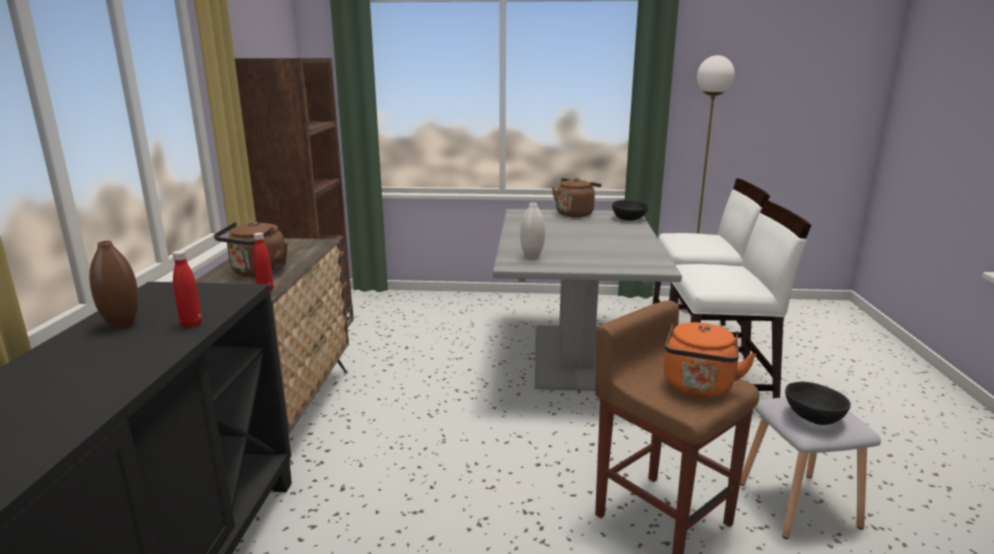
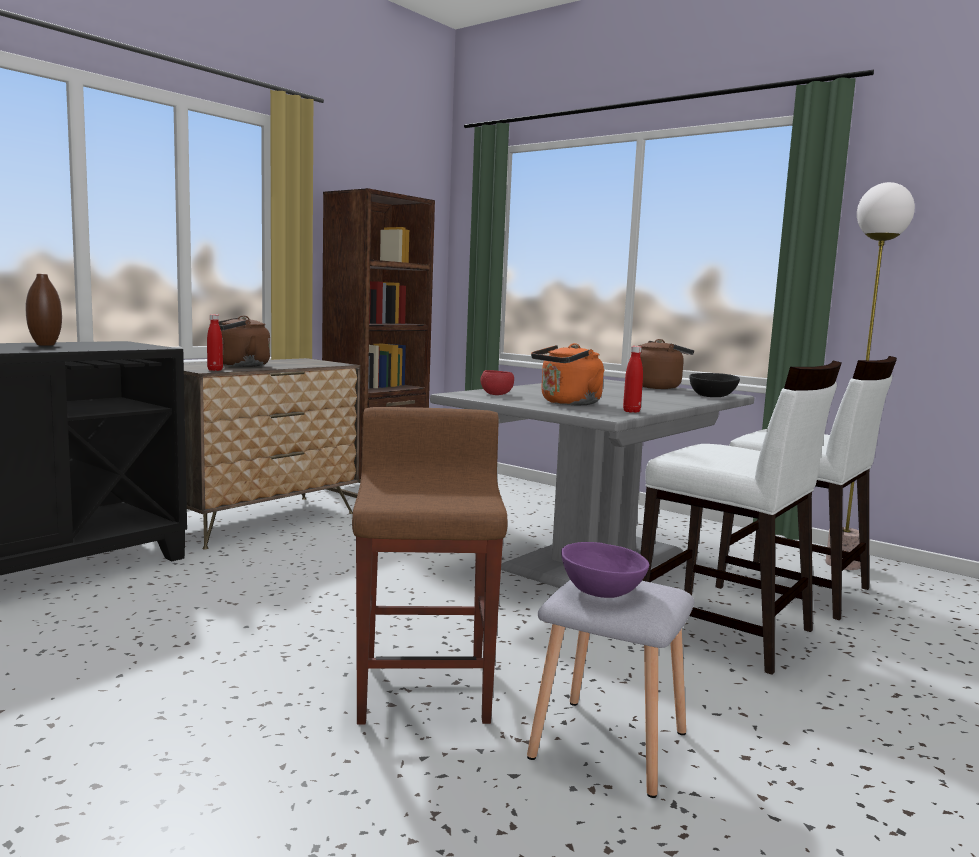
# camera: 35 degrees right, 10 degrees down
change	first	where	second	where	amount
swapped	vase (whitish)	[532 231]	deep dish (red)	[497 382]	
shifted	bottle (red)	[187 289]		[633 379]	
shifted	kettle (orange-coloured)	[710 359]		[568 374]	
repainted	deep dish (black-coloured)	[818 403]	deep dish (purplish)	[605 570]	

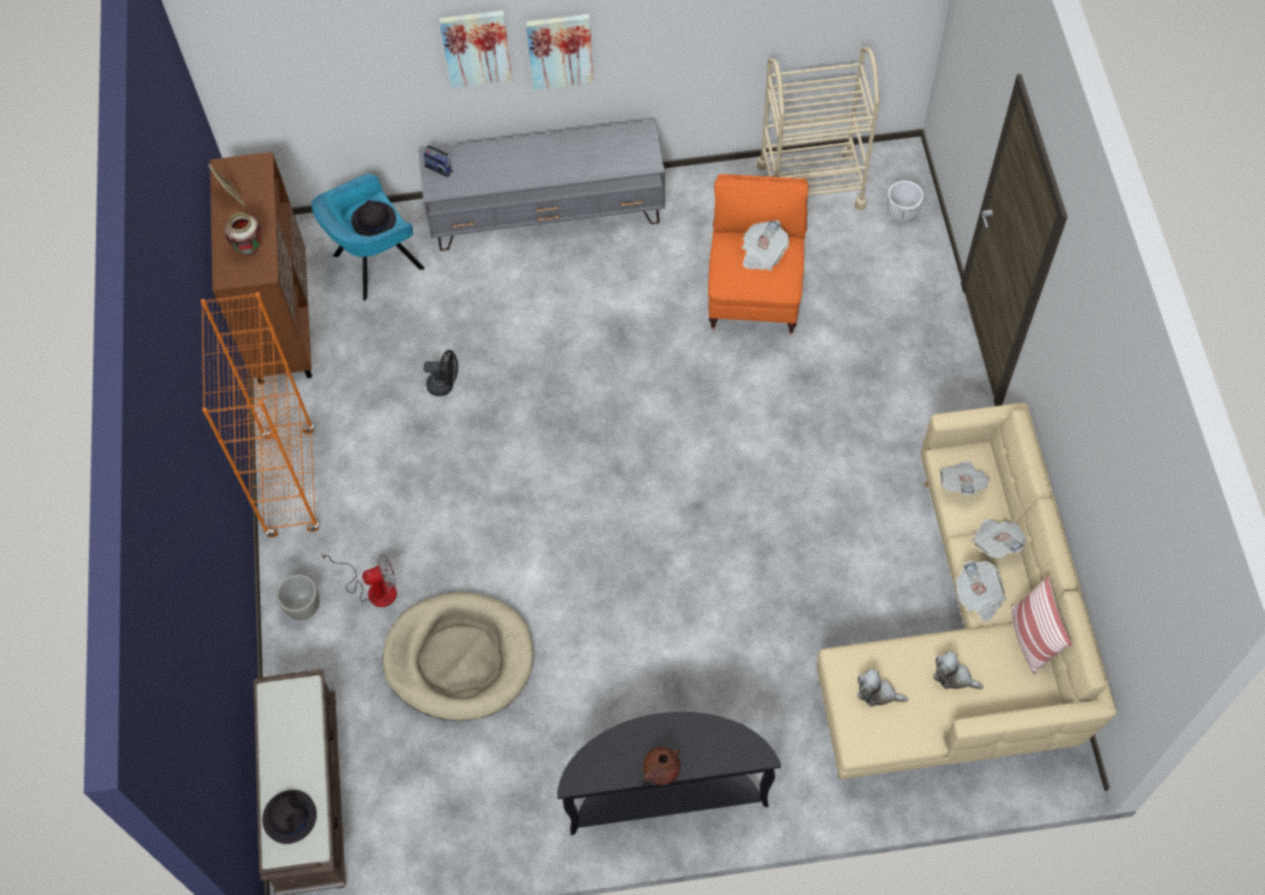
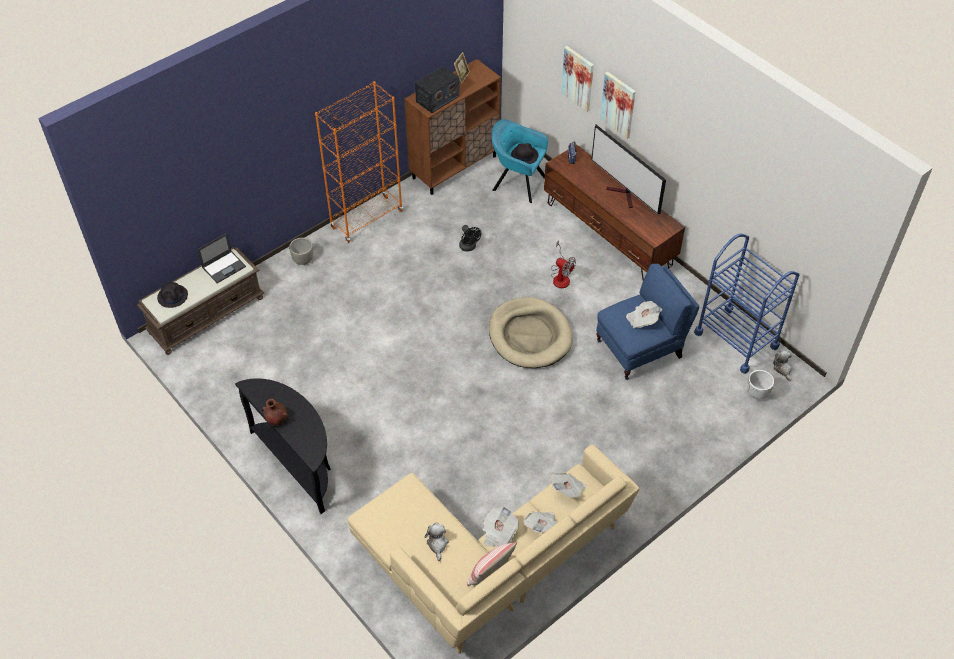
# camera: 55 degrees right, 10 degrees down
change	first	where	second	where	amount
shifted	picture	[560 52]		[577 79]	
repainted	trolley (sand-coloured)	[818 128]	trolley (blue)	[746 303]	
repainted	tv stand (greyish)	[541 185]	tv stand (brownish)	[614 212]	
repainted	armchair (orange-coloured)	[758 254]	armchair (blue)	[647 321]	
swapped	vase	[243 234]	radio set	[437 89]	
shifted	electric fan	[359 579]		[563 264]	
shifted	pet bed (sand-coloured)	[458 656]		[531 332]	
shifted	cuddly toy	[883 688]		[782 365]	
new			TV set	[629 169]	
new			portable computer	[221 258]	

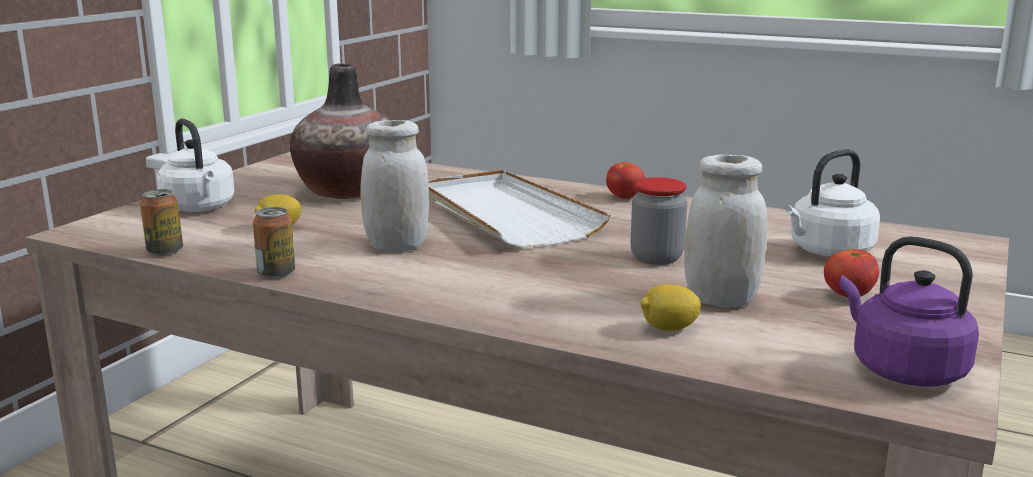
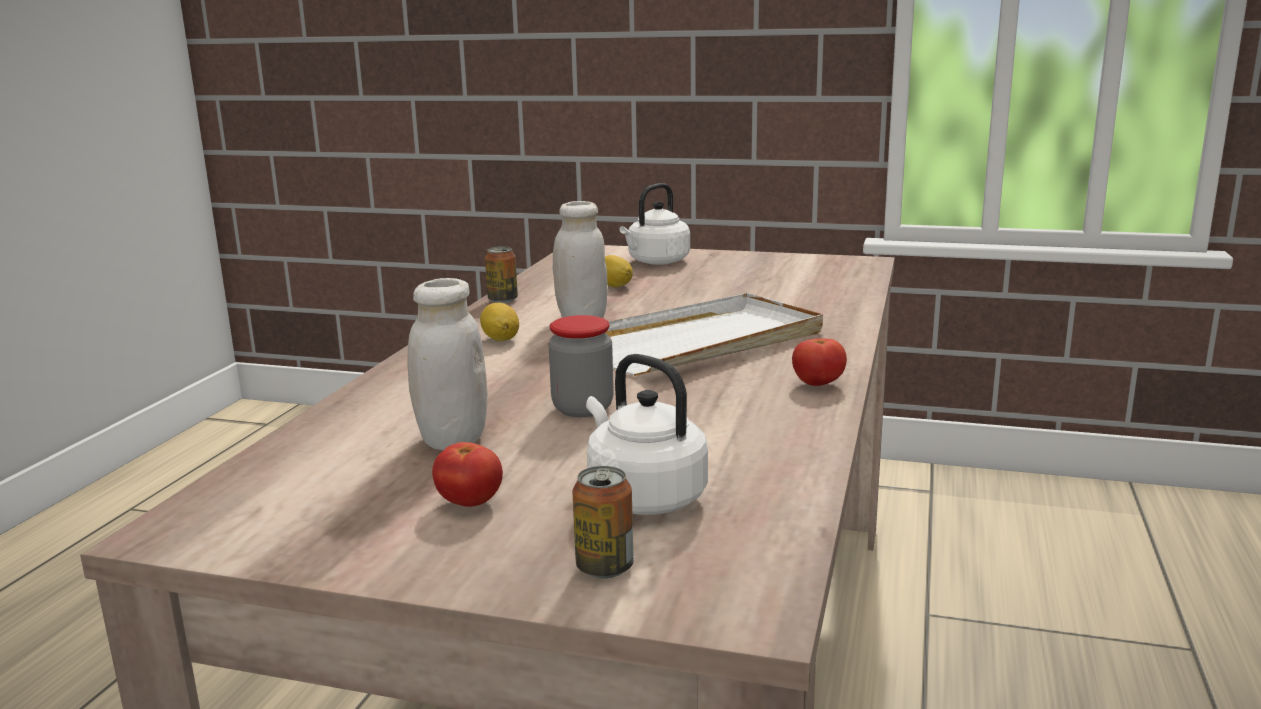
# camera: 80 degrees right, 0 degrees up
change	first	where	second	where	amount
gone	vase	[340 131]			
shifted	can	[161 222]		[603 522]	
gone	kettle (purplish)	[909 311]			
shifted	whole lemon	[671 308]		[499 322]	

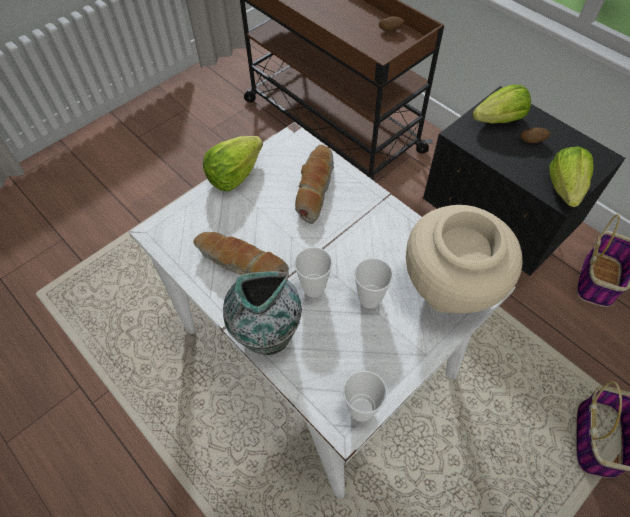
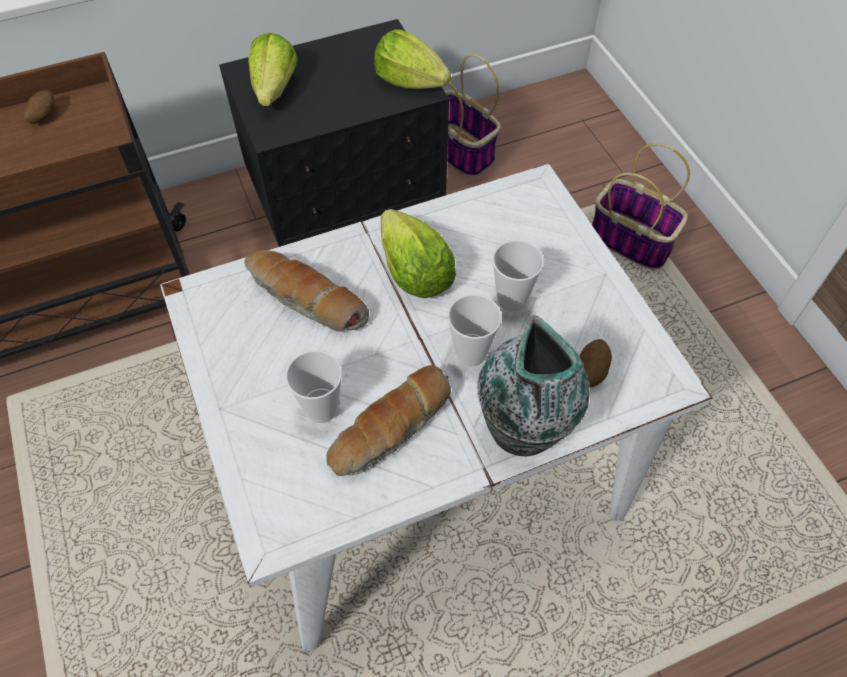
# camera: 70 degrees left, 0 degrees up
change	first	where	second	where	amount
shifted	spud	[535 135]		[595 363]	
shifted	head of lettuce	[233 164]		[418 253]	
gone	vase (sand-coloured)	[464 259]			
shifted	cup	[365 396]		[314 386]	

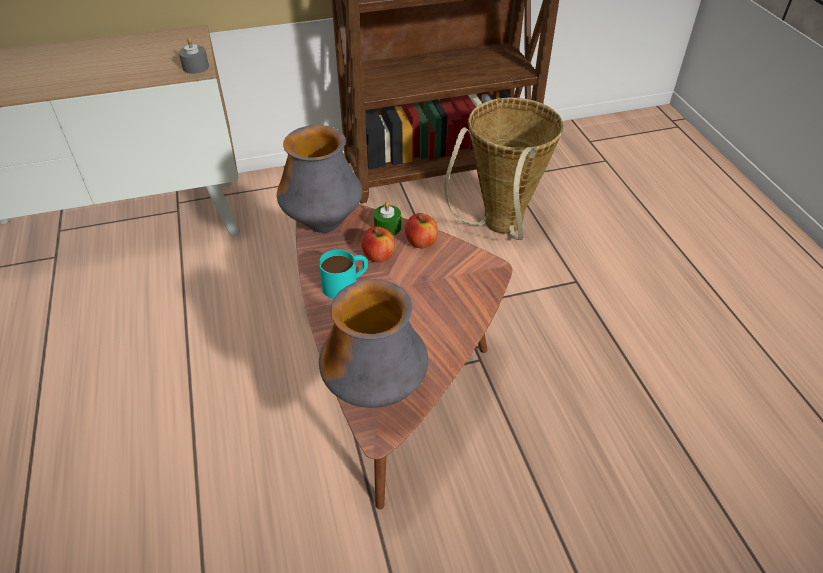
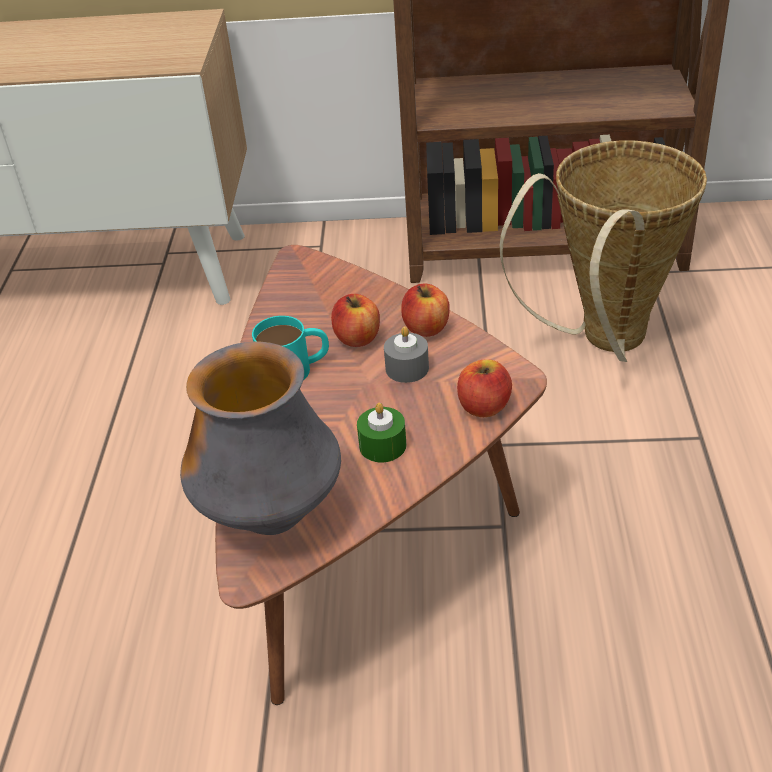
# camera: 20 degrees right, 5 degrees down
change	first	where	second	where	amount
shifted	candle (greyish)	[194 55]		[406 354]	
gone	vase	[319 179]			
shifted	candle (greenish)	[387 219]		[381 432]	
new			apple fruit	[484 388]	

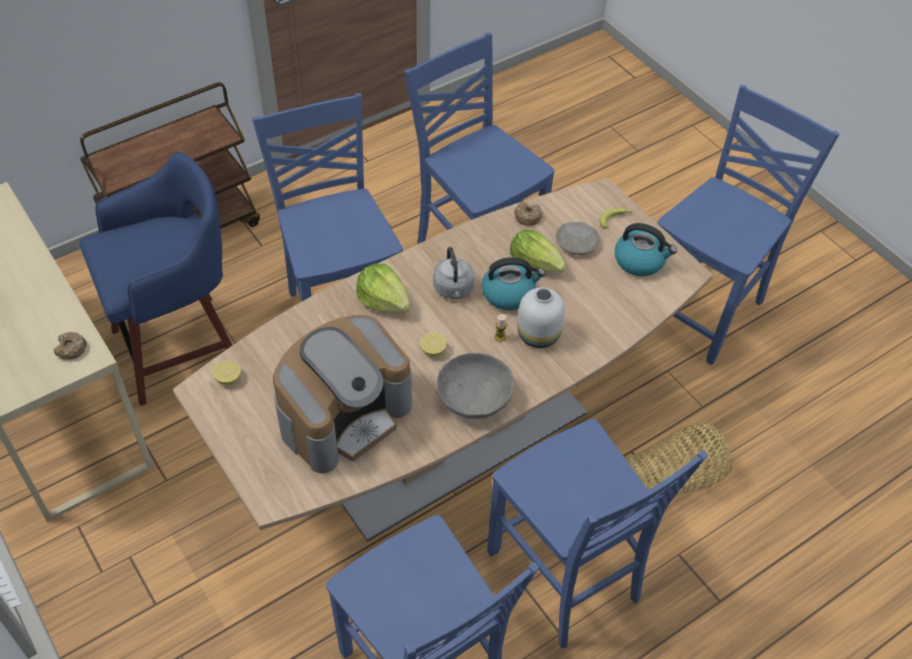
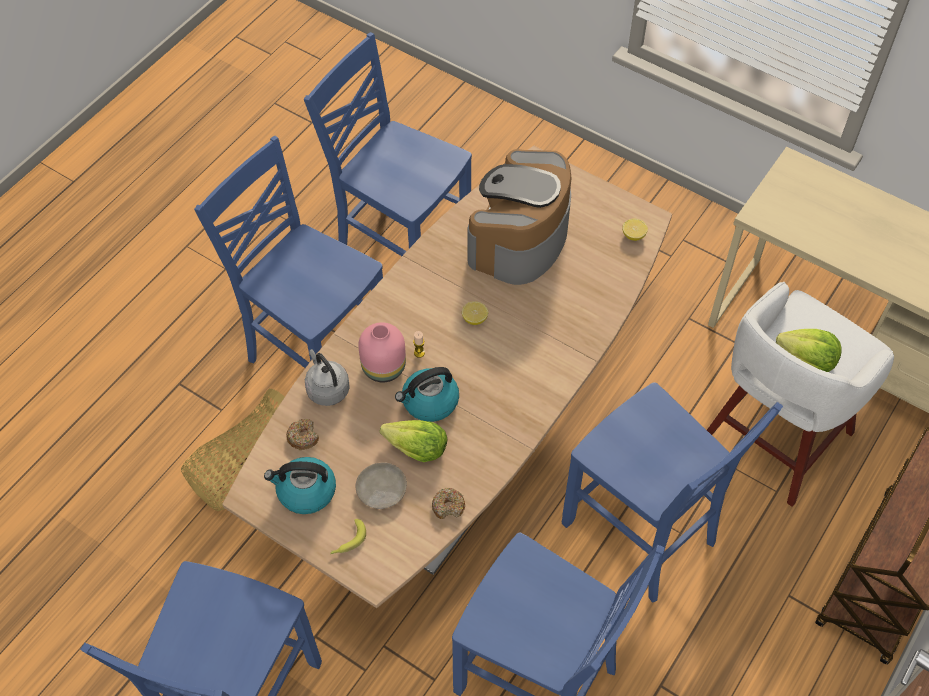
# camera: 160 degrees right, 5 degrees up
change	first	where	second	where	amount
repainted	stool (blue)	[155 279]	stool (whitish)	[800 394]	
shifted	kettle (greyish)	[454 273]		[327 377]	
shifted	head of lettuce	[383 287]		[809 350]	
repainted	vase (whitish)	[541 318]	vase (pinkish)	[382 352]	
shifted	doughnut	[70 346]		[302 434]	
gone	deep dish (greyish)	[475 386]			

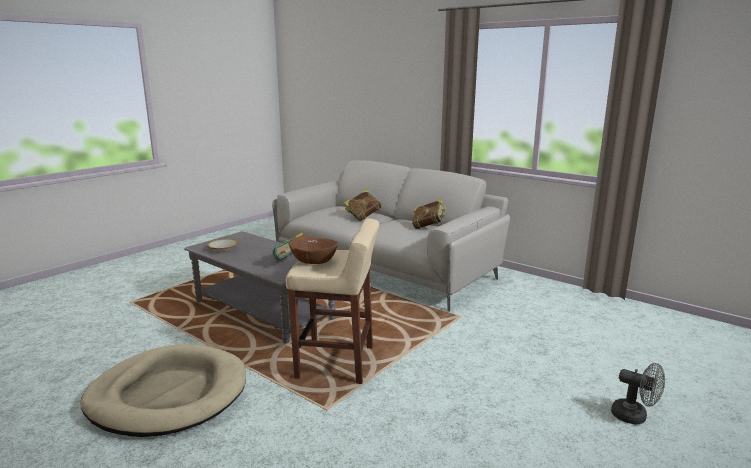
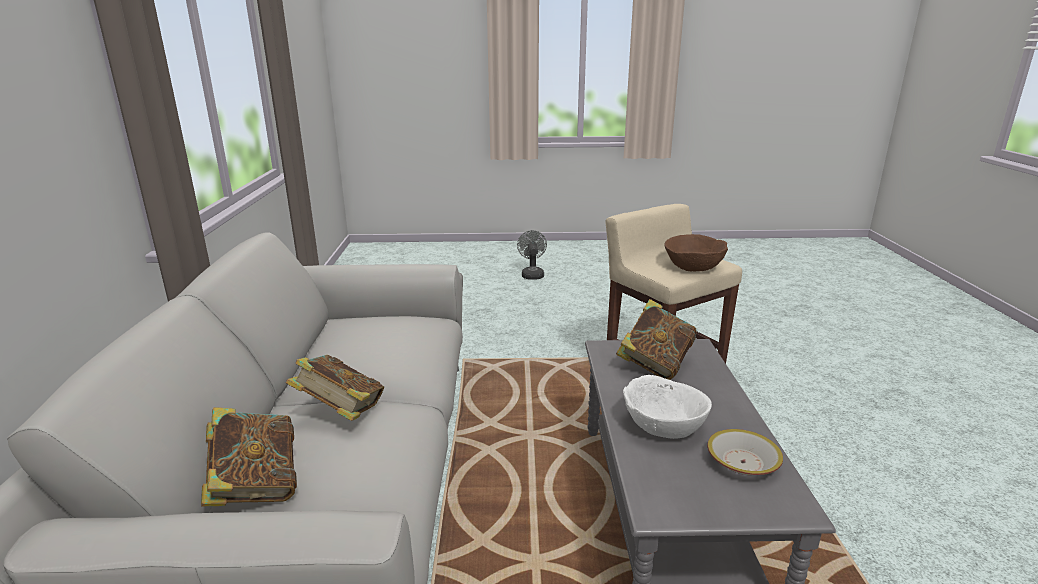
# camera: 130 degrees left, 5 degrees up
change	first	where	second	where	amount
shifted	bound book	[429 214]		[249 456]	
gone	pet bed (sand-coloured)	[163 390]			
new			deep dish (whitish)	[667 407]	

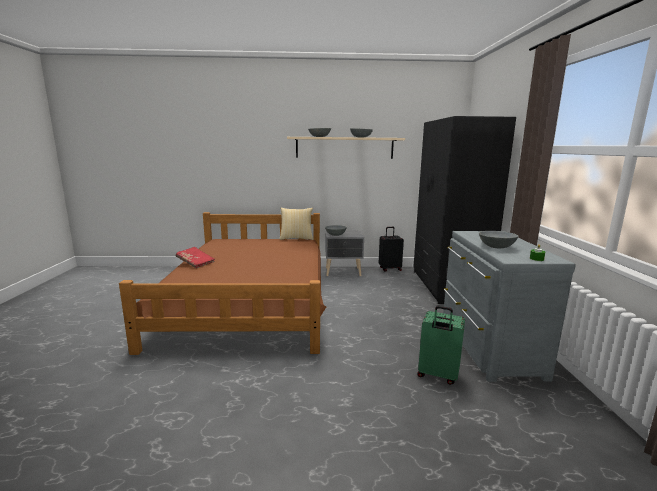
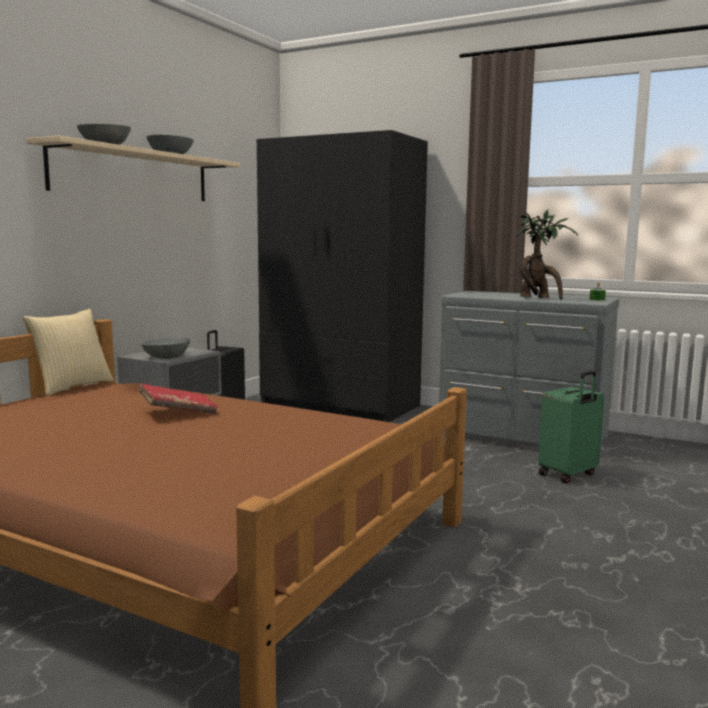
# camera: 60 degrees left, 5 degrees down
change	first	where	second	where	amount
swapped	deep dish (greyish)	[499 239]	houseplant	[547 254]	
shifted	bound book (red)	[195 257]		[178 398]	

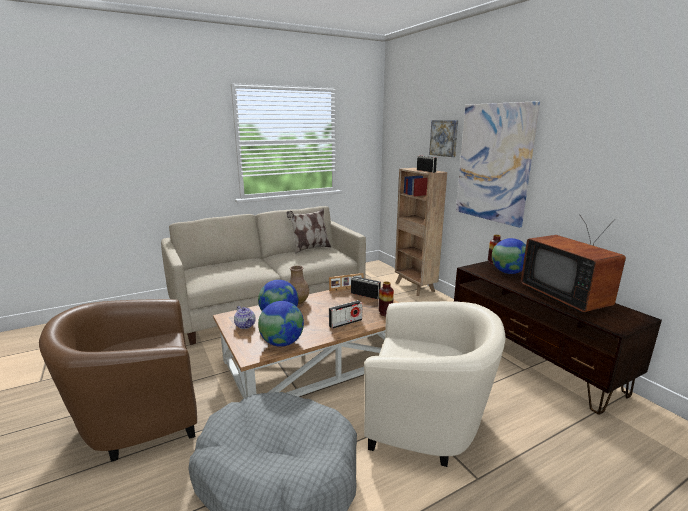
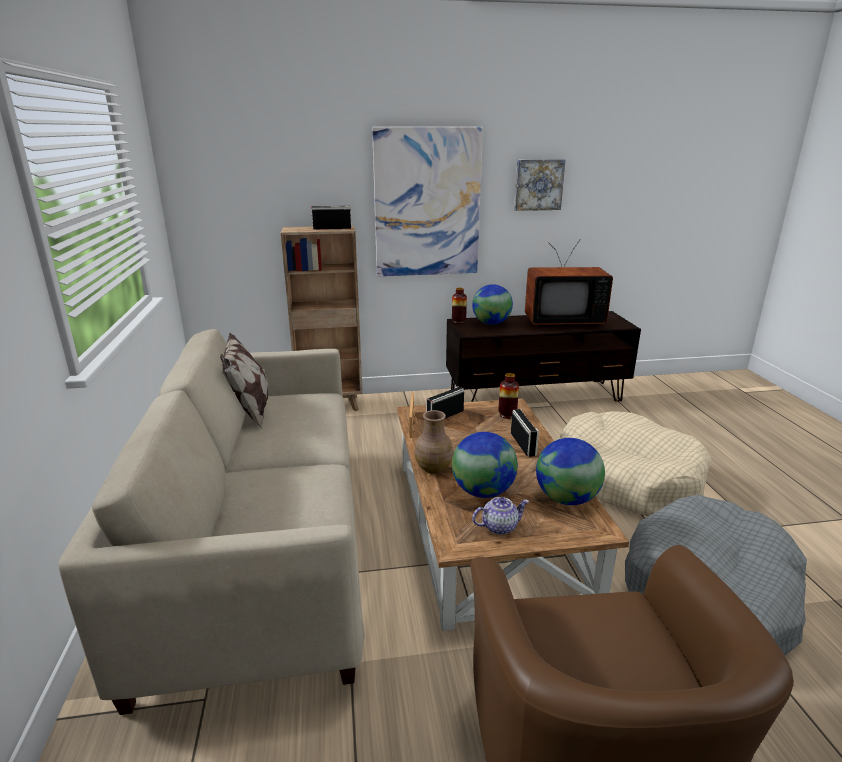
# camera: 70 degrees left, 5 degrees up
change	first	where	second	where	amount
shifted	picture	[443 138]		[539 185]	
swapped	armchair (sand-coloured)	[434 384]	pet bed (sand-coloured)	[635 464]	

